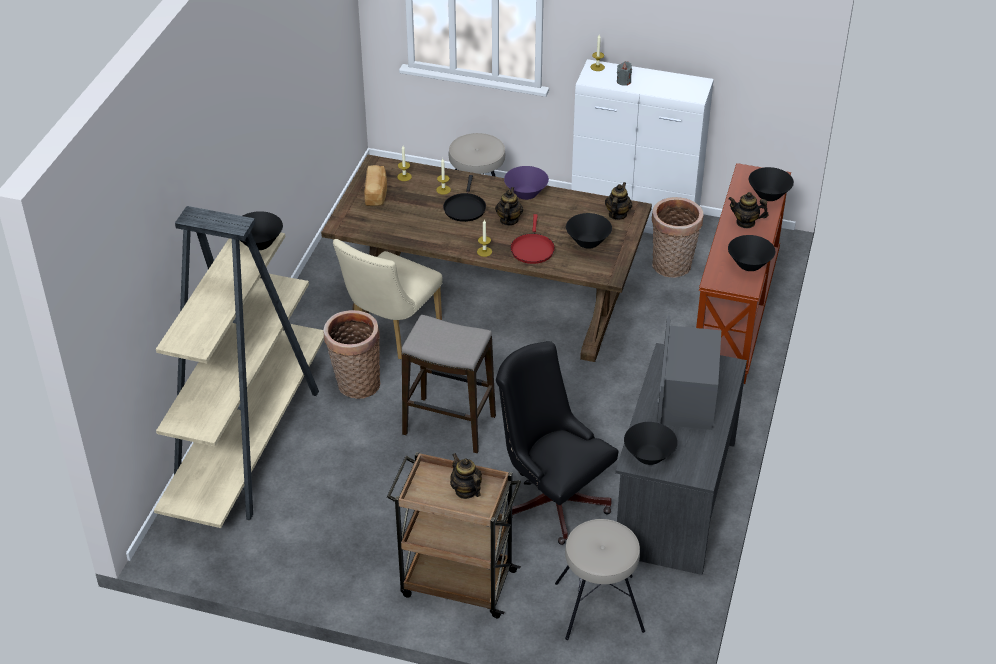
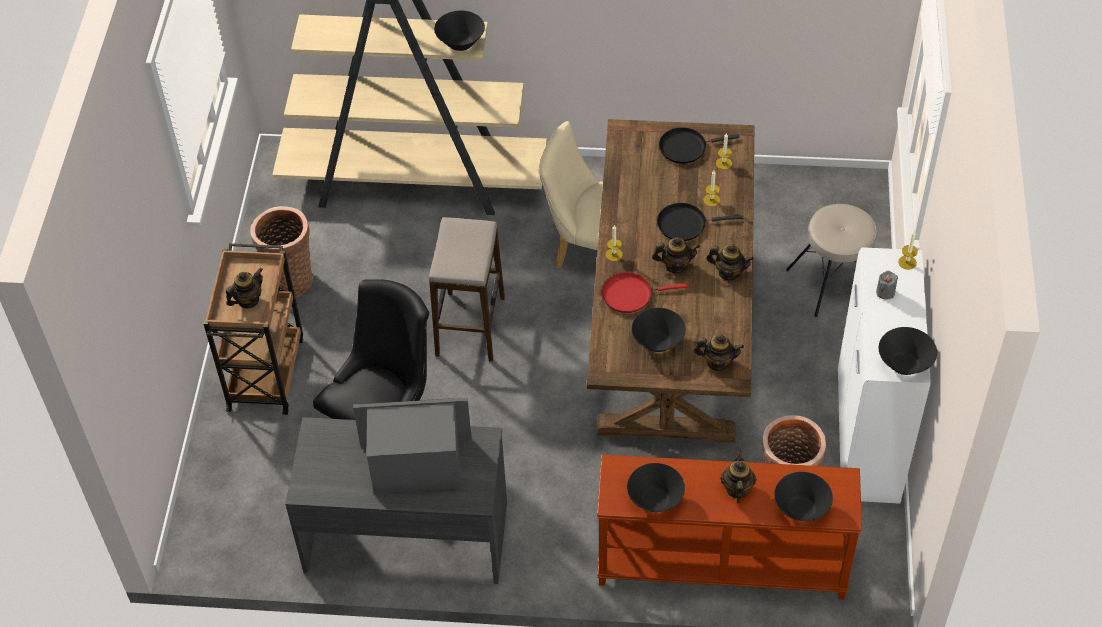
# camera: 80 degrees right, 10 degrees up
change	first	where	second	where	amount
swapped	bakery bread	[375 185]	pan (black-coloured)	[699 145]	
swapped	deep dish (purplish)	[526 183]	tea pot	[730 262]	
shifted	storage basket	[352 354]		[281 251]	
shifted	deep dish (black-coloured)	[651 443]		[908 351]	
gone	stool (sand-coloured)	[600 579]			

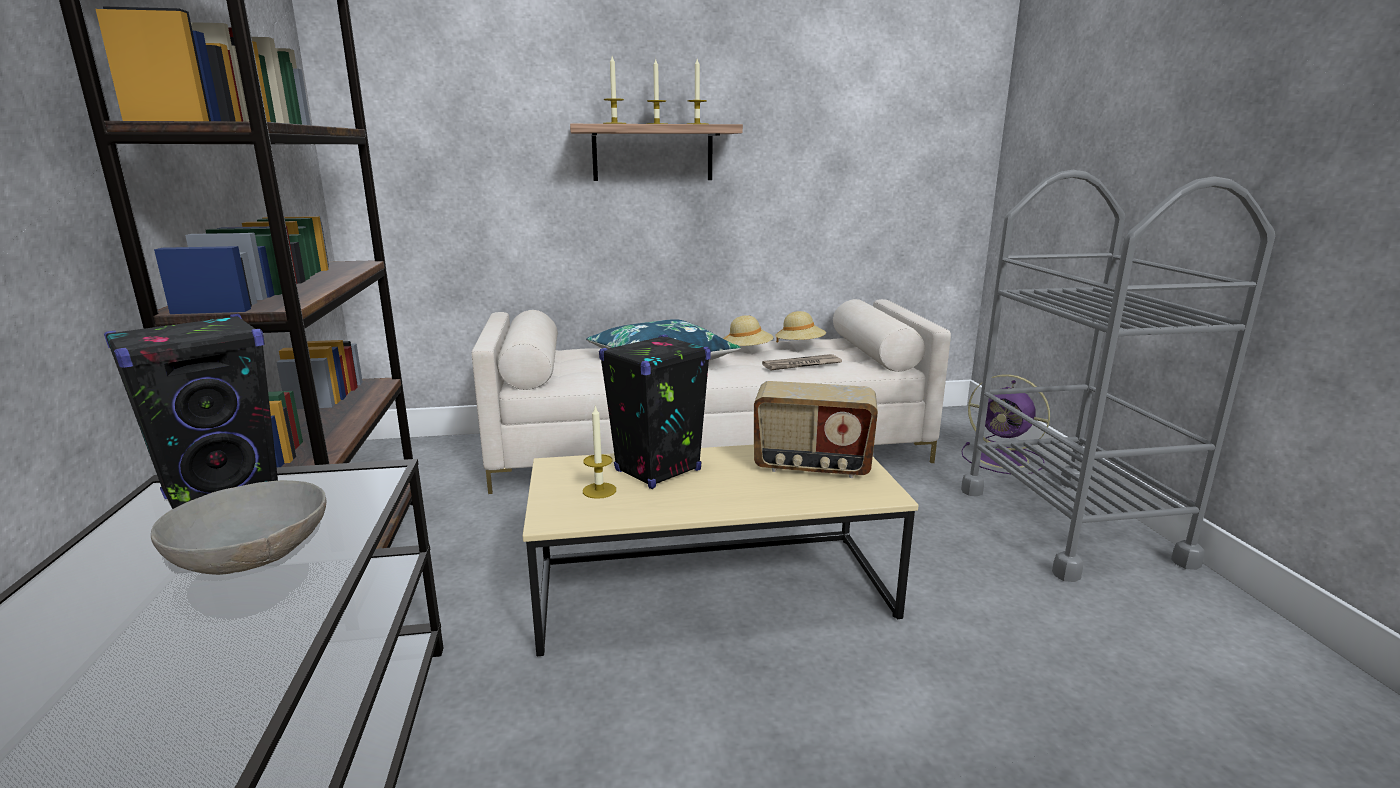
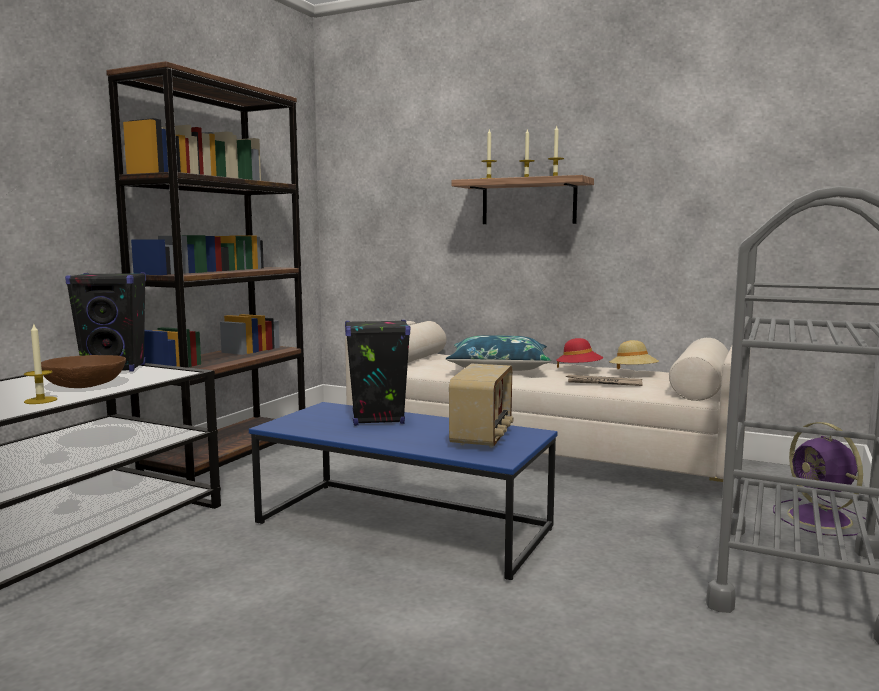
# camera: 35 degrees right, 10 degrees down
change	first	where	second	where	amount
repainted	wearable hat (sand-coloured)	[748 330]	wearable hat (red)	[579 353]	
rotated	radio set	[816 429]		[481 406]	120 degrees counterclockwise
shifted	candle	[599 452]		[40 364]	
repainted	low table (sand-coloured)	[720 550]	low table (blue)	[403 491]	
repainted	deep dish (greyish)	[238 527]	deep dish (brownish)	[83 371]	

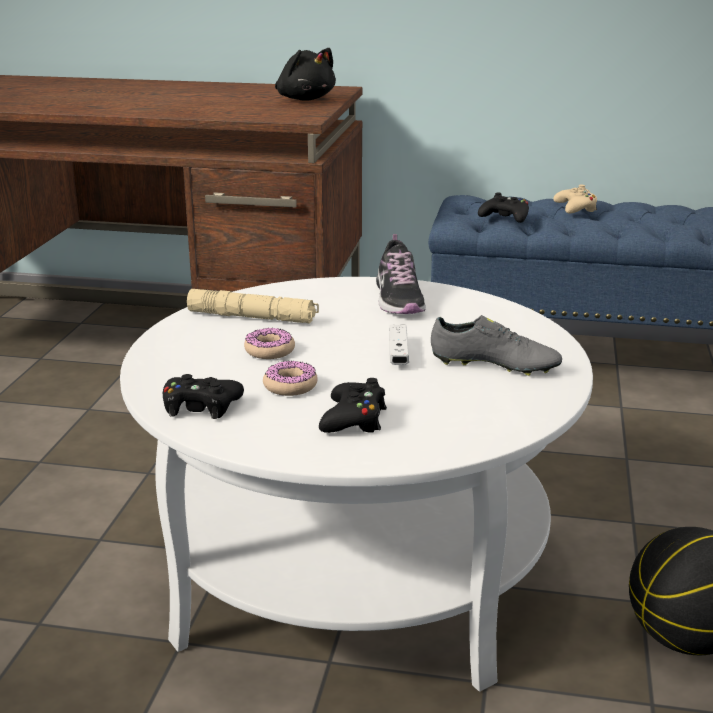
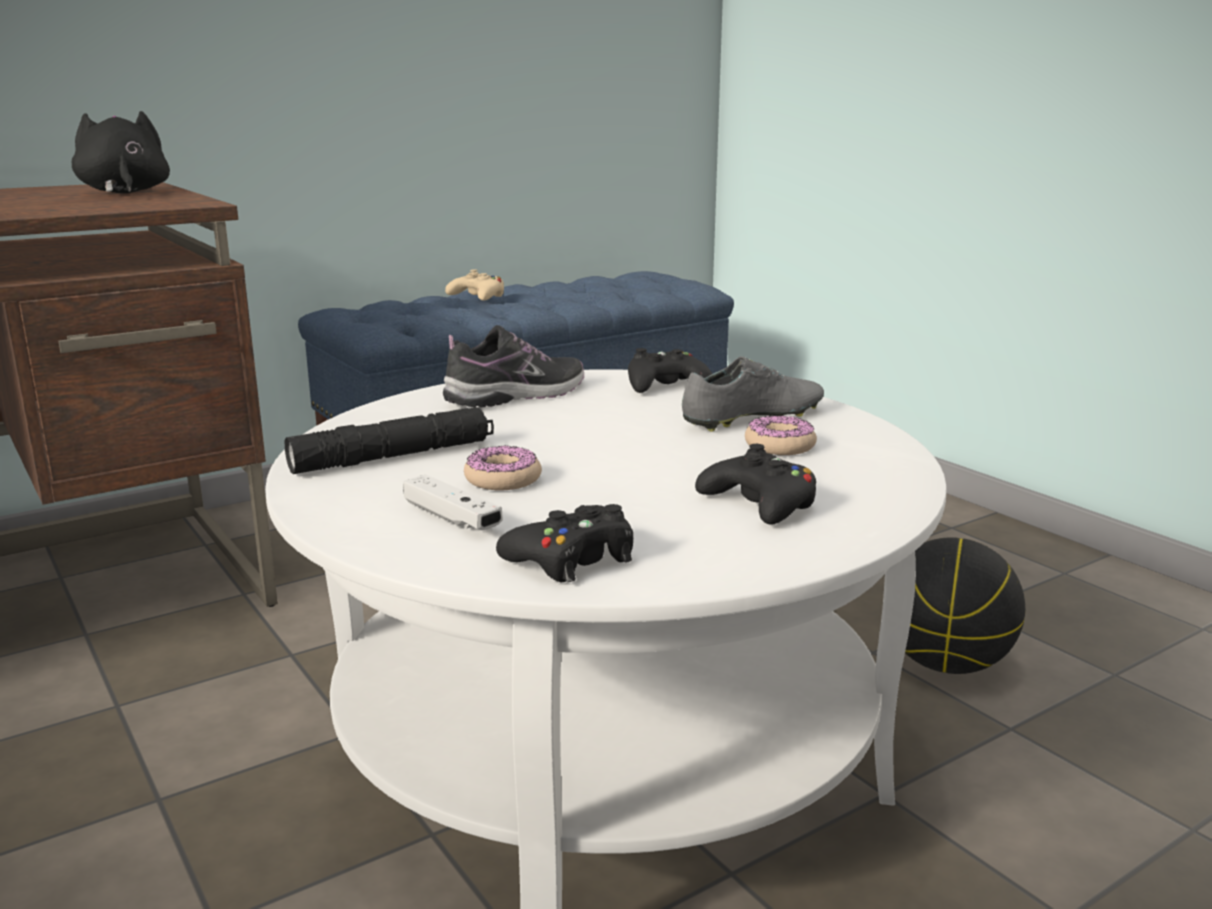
# camera: 45 degrees left, 5 degrees down
change	first	where	second	where	amount
rotated	cuddly toy (black-coloured)	[305 74]		[121 152]	120 degrees counterclockwise
shifted	gamepad (black-coloured)	[503 208]		[670 370]	
rotated	low shoe	[401 274]		[513 366]	75 degrees counterclockwise
repainted	flashlight (sand-coloured)	[253 306]	flashlight (black-coloured)	[389 440]	
shifted	gamepad (whitish)	[399 345]		[453 502]	
shifted	doughnut	[290 378]		[781 435]	

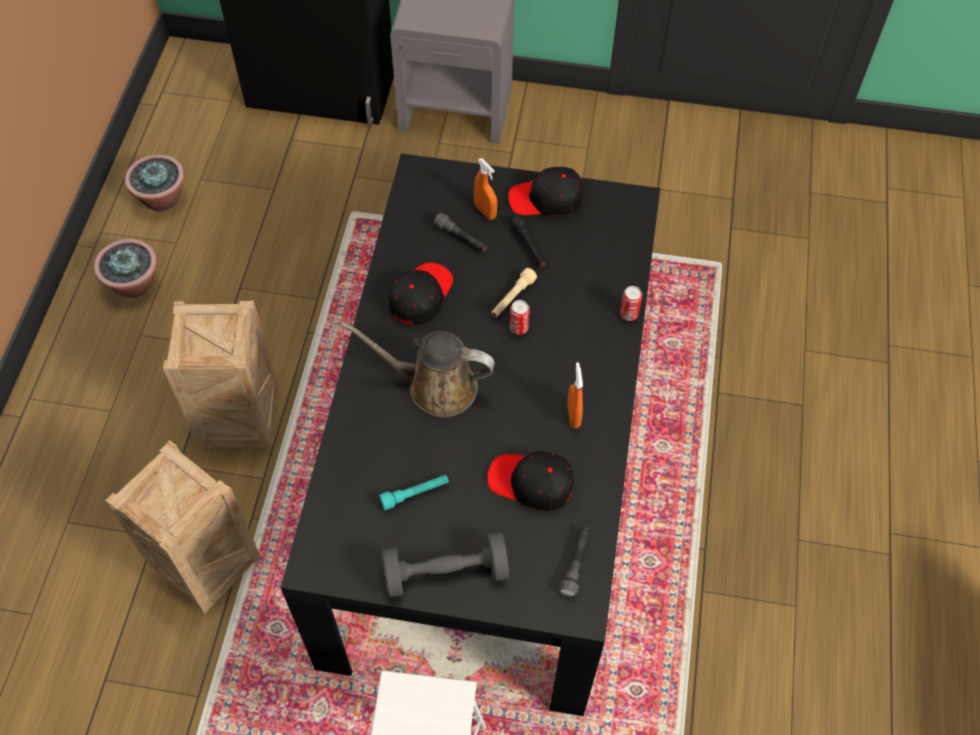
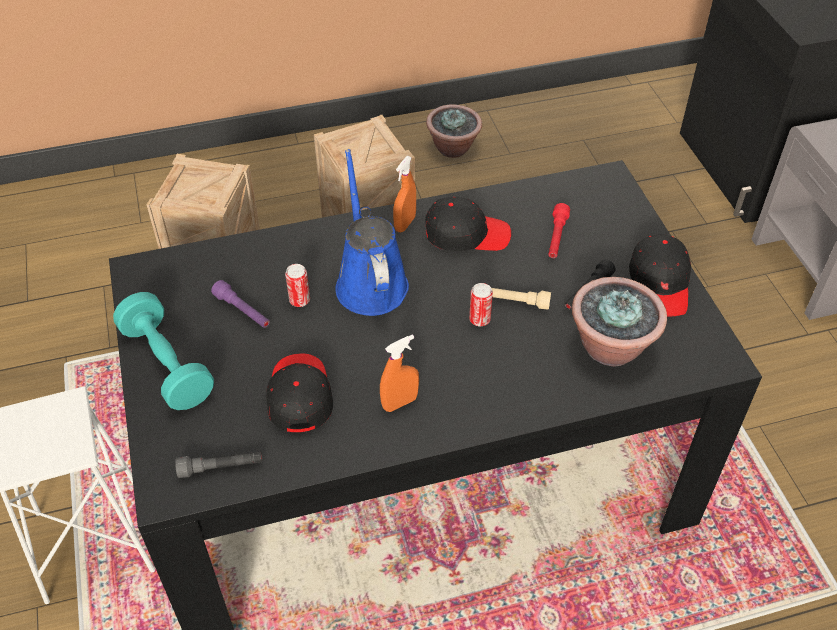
# camera: 65 degrees right, 10 degrees down
change	first	where	second	where	amount
shifted	houseplant	[154 183]		[619 321]	
shifted	sprayer (orange-coloured)	[485 189]		[404 194]	
rotated	cap (black-coloured)	[546 190]		[660 275]	150 degrees counterclockwise
repainted	flashlight (greyish)	[460 232]	flashlight (red)	[559 230]	
shifted	can	[631 303]		[297 285]	
repainted	watering pot (brownish)	[418 369]	watering pot (blue)	[372 232]	
repainted	flashlight (blue-green)	[414 492]	flashlight (purplish)	[240 304]	
repainted	dumbbell (greyish)	[445 564]	dumbbell (blue-green)	[163 351]	

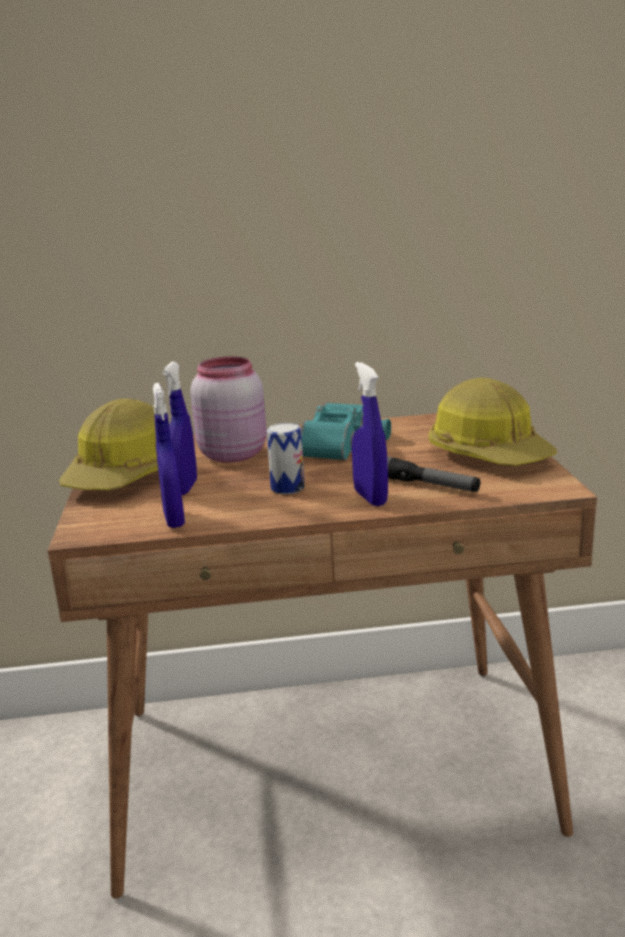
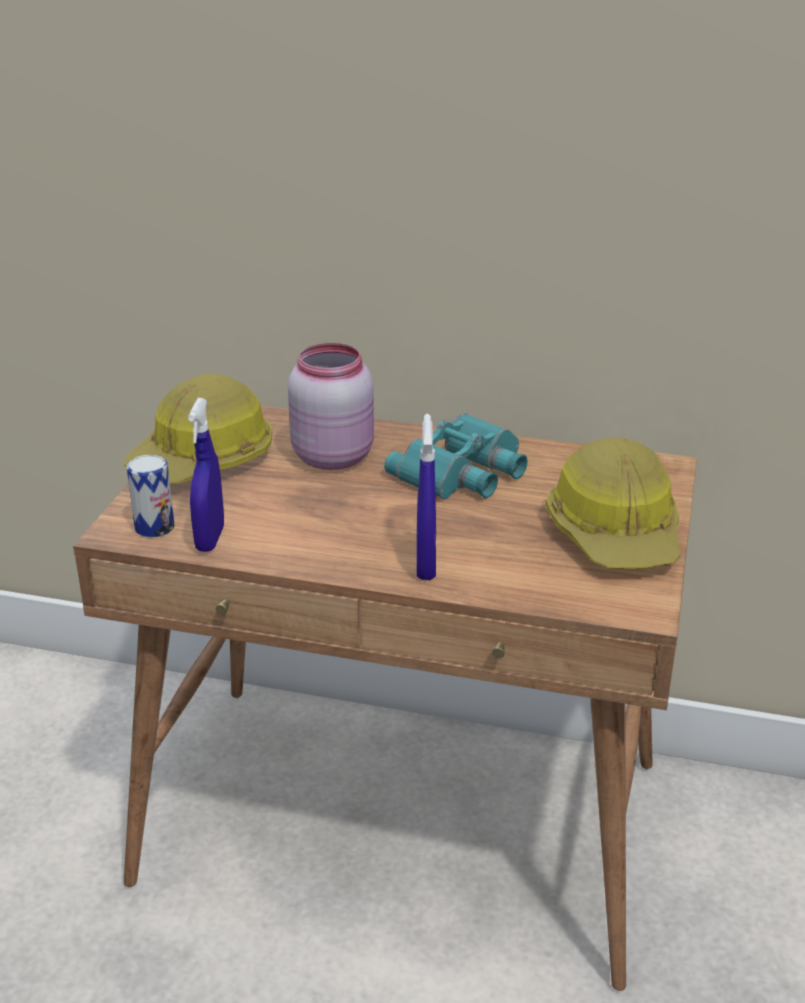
# camera: 20 degrees right, 10 degrees up
change	first	where	second	where	amount
gone	sprayer (blue)	[179 428]			
shifted	can	[285 458]		[150 496]	
gone	flashlight	[433 474]			

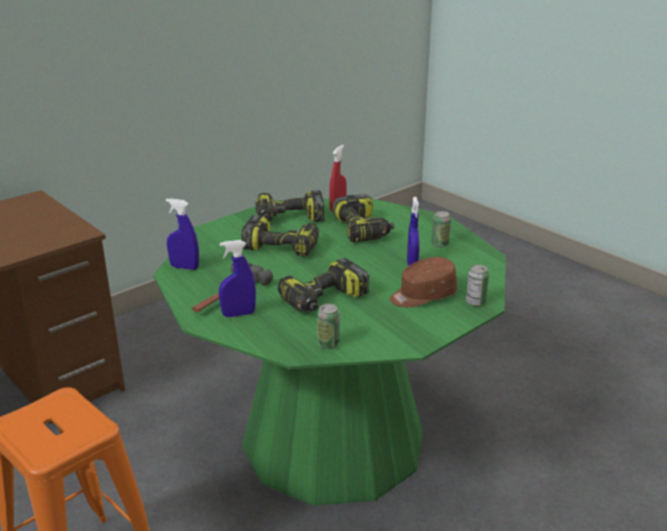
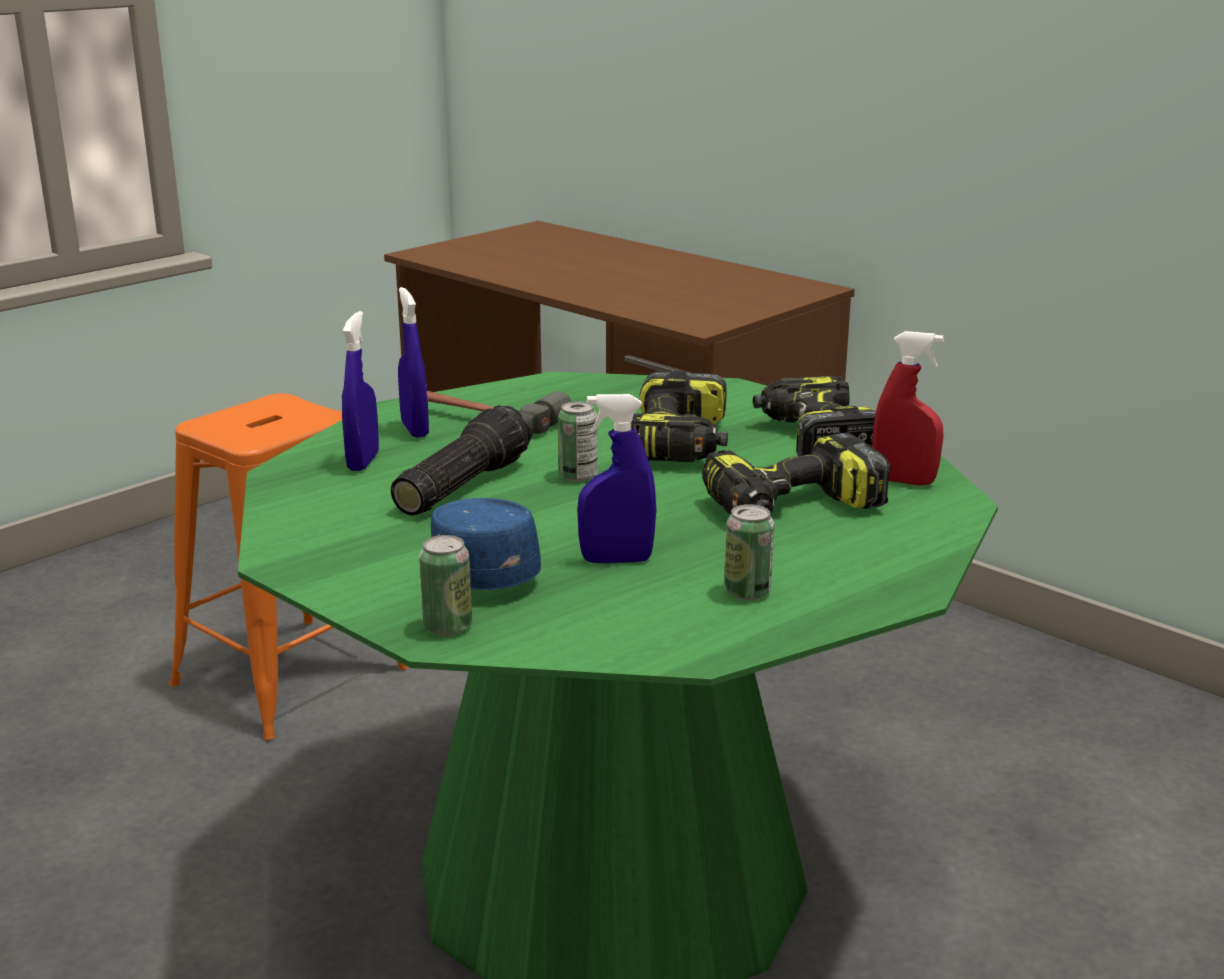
# camera: 85 degrees right, 5 degrees down
change	first	where	second	where	amount
shifted	sprayer (blue)	[182 234]		[360 391]	
repainted	cap (brownish)	[423 282]	cap (blue)	[486 544]	
swapped	power drill	[323 285]	flashlight	[461 460]	
shifted	can	[328 326]		[578 441]	

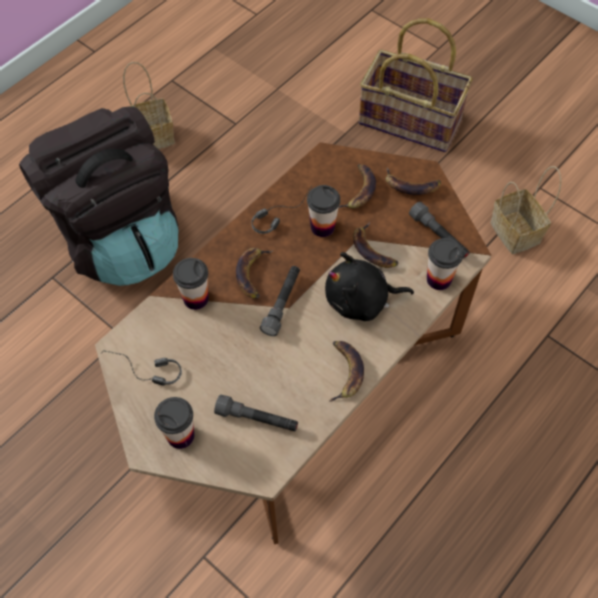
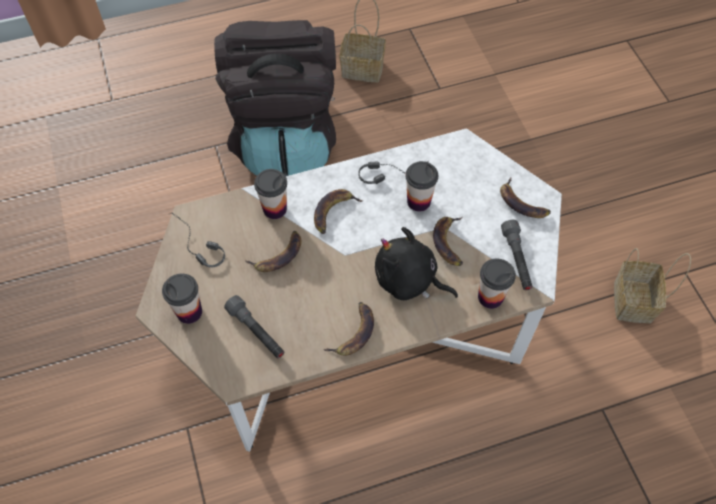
# camera: 30 degrees right, 0 degrees up
change	first	where	second	where	amount
gone	storage basket	[416 85]			
repainted	low table (brownish)	[293 343]	low table (whitish)	[348 290]	
shifted	whole banana	[357 186]		[273 251]	
gone	flashlight (greyish)	[280 301]			

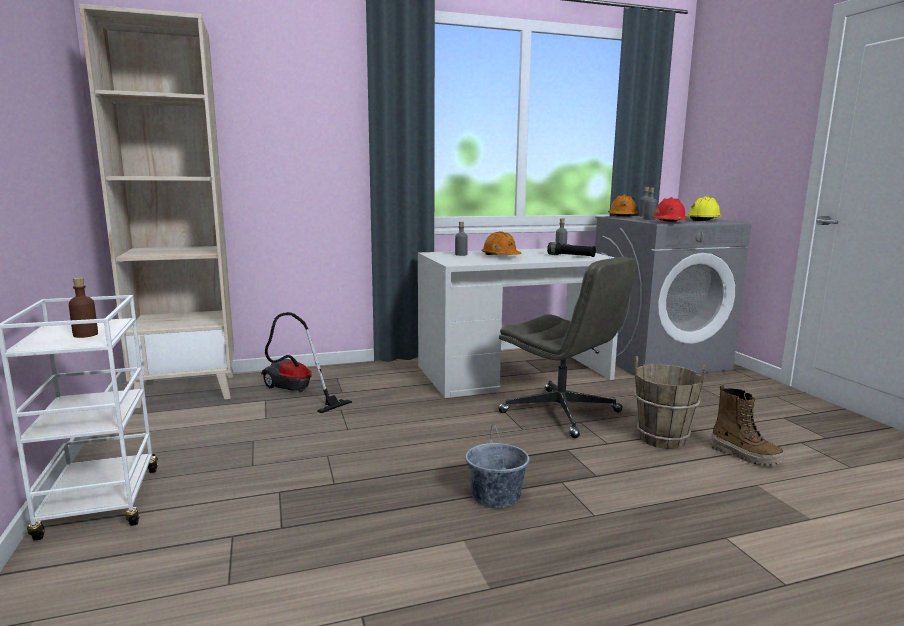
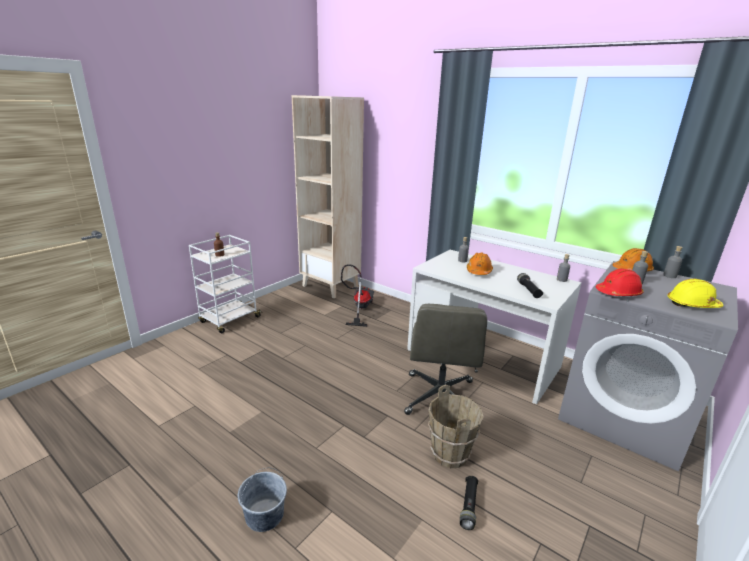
# camera: 55 degrees right, 10 degrees up
change	first	where	second	where	amount
swapped	tall boot	[747 425]	flashlight (black-coloured)	[469 503]	
shifted	bucket (greyish)	[497 466]		[262 500]	

